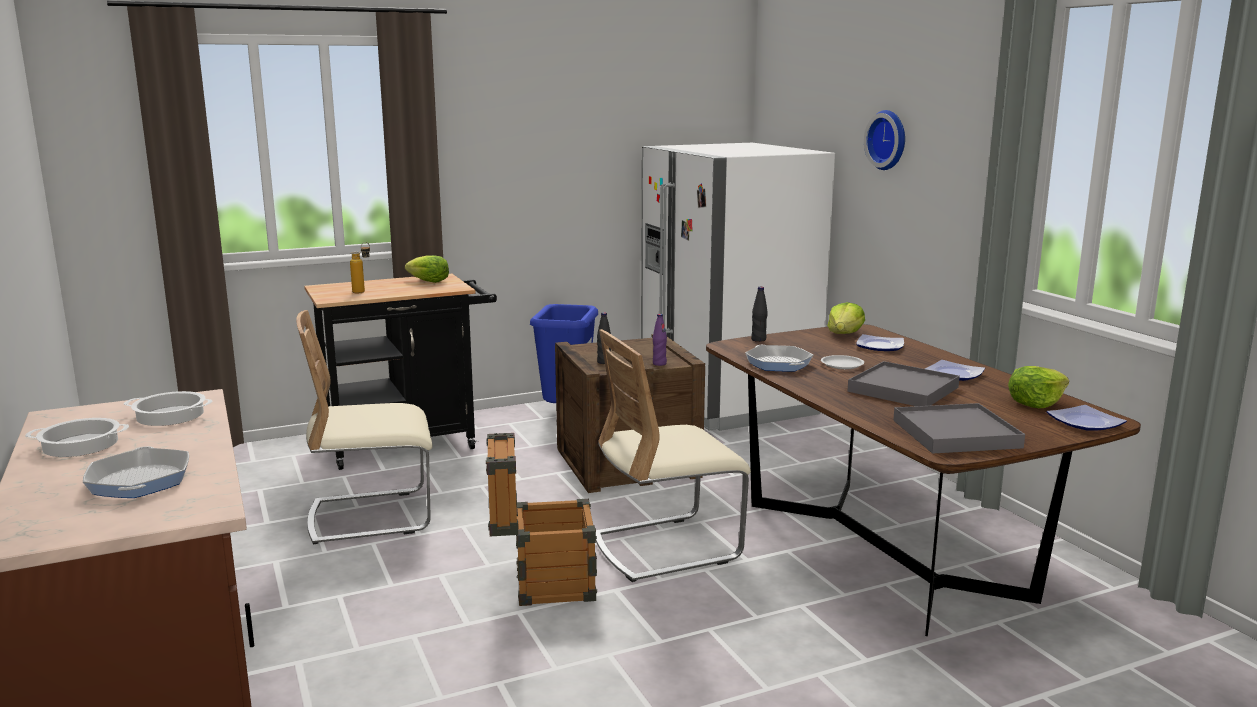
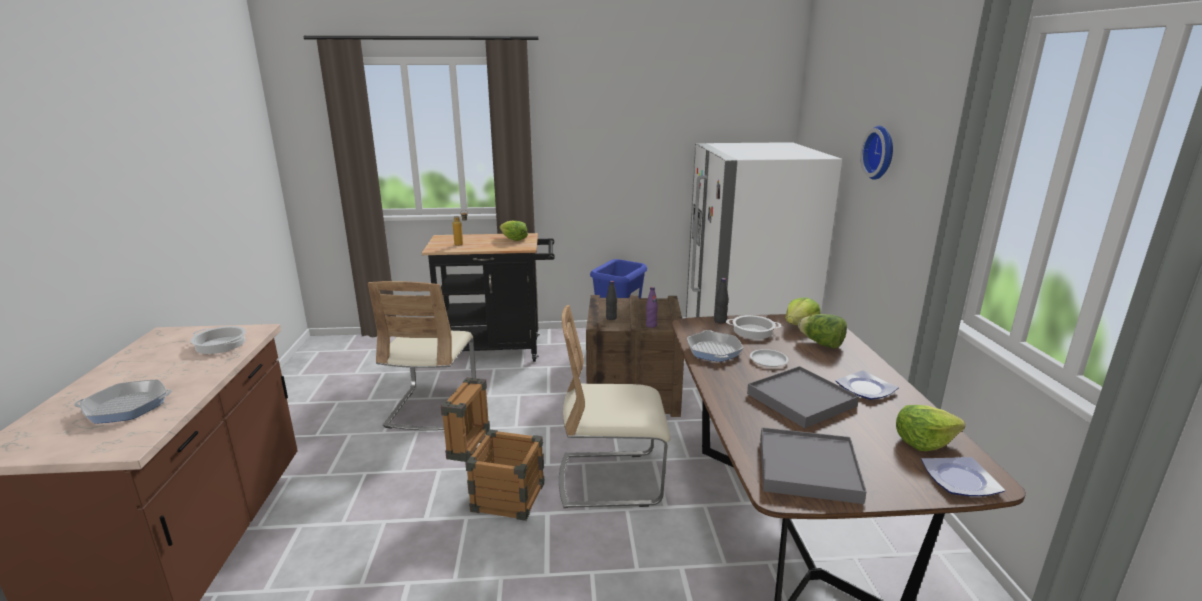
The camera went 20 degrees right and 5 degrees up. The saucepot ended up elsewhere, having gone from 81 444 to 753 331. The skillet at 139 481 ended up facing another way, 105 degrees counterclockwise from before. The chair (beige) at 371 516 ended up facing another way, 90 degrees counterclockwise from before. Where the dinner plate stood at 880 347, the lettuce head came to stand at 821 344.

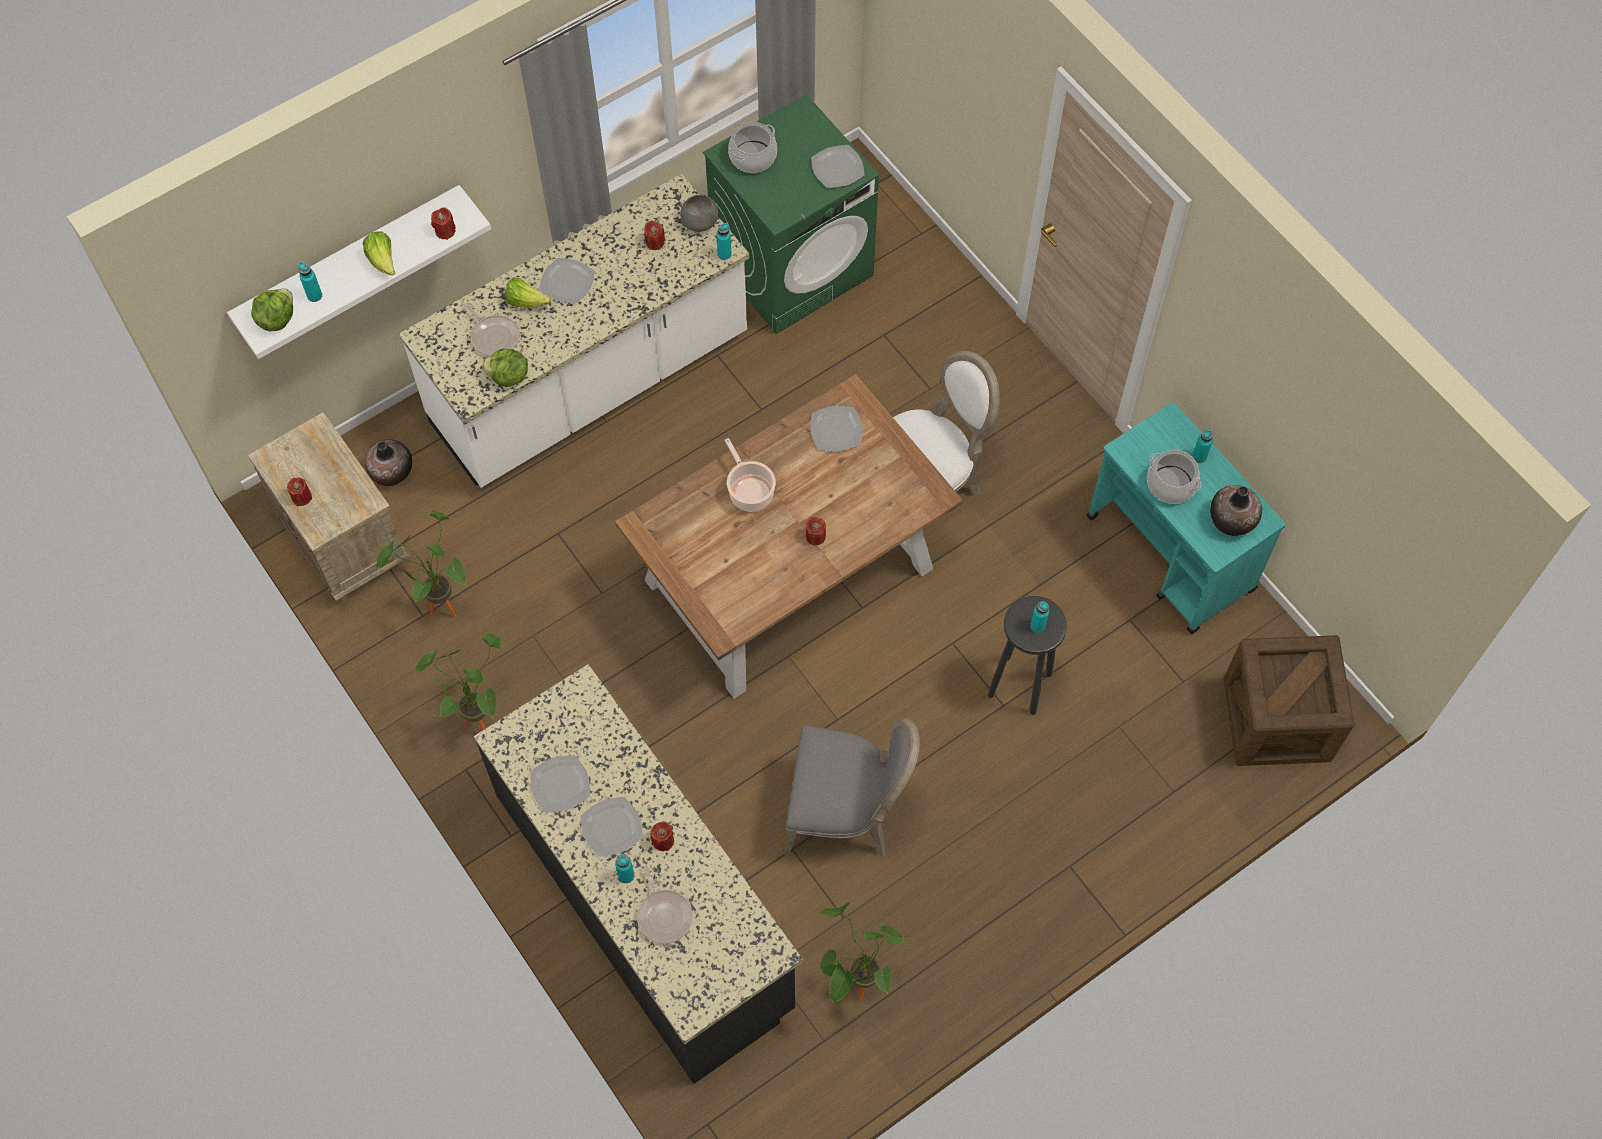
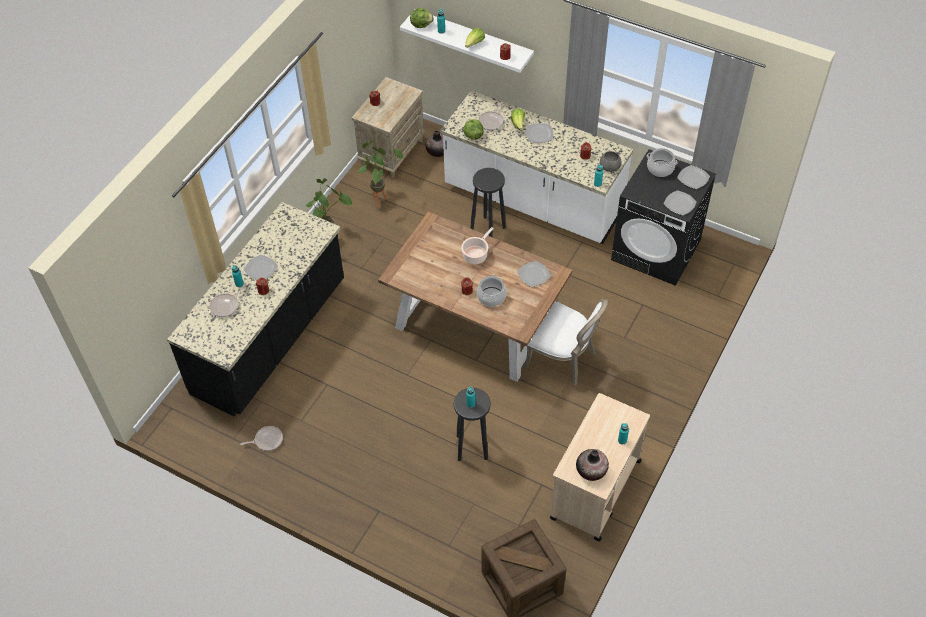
The camera went 65 degrees right and 10 degrees down. The dinner plate ended up elsewhere, having gone from 561 785 to 693 178. What was the washing machine (greenish) at 793 266 turned into the washing machine (black-coloured) at 656 250. The second view lost the chair (greyish) at 846 812. Where the potted plant stood at 855 986, the skillet came to stand at 267 440. What was the cart (turquoise-coloured) at 1171 554 turned into the cart (beige) at 595 490. The saucepot ended up elsewhere, having gone from 1171 484 to 491 297. The second view gained the stool seat (black-coloured) at 488 229.

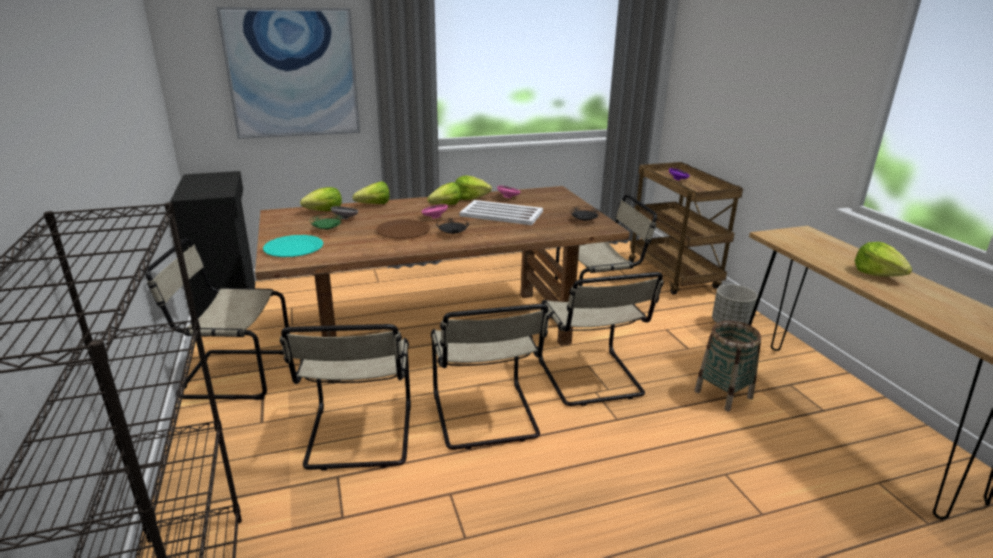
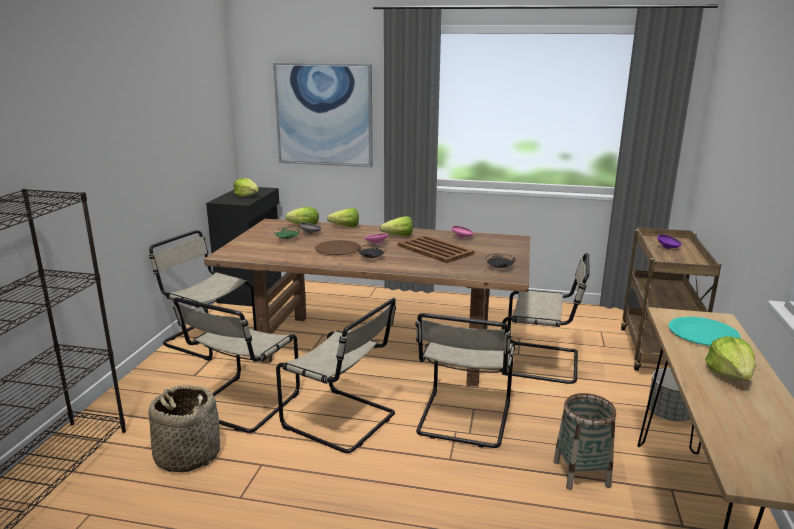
The camera went 30 degrees right and 5 degrees down. The dinner plate (turquoise-coloured) ended up elsewhere, having gone from 294 248 to 703 333. The chair (beige) at 486 417 ended up facing another way, 75 degrees counterclockwise from before. The lettuce head ended up elsewhere, having gone from 470 198 to 246 196. What was the carrying tray (white-coloured) at 502 214 turned into the carrying tray (brown) at 435 250. The second view gained the basket at 187 455.

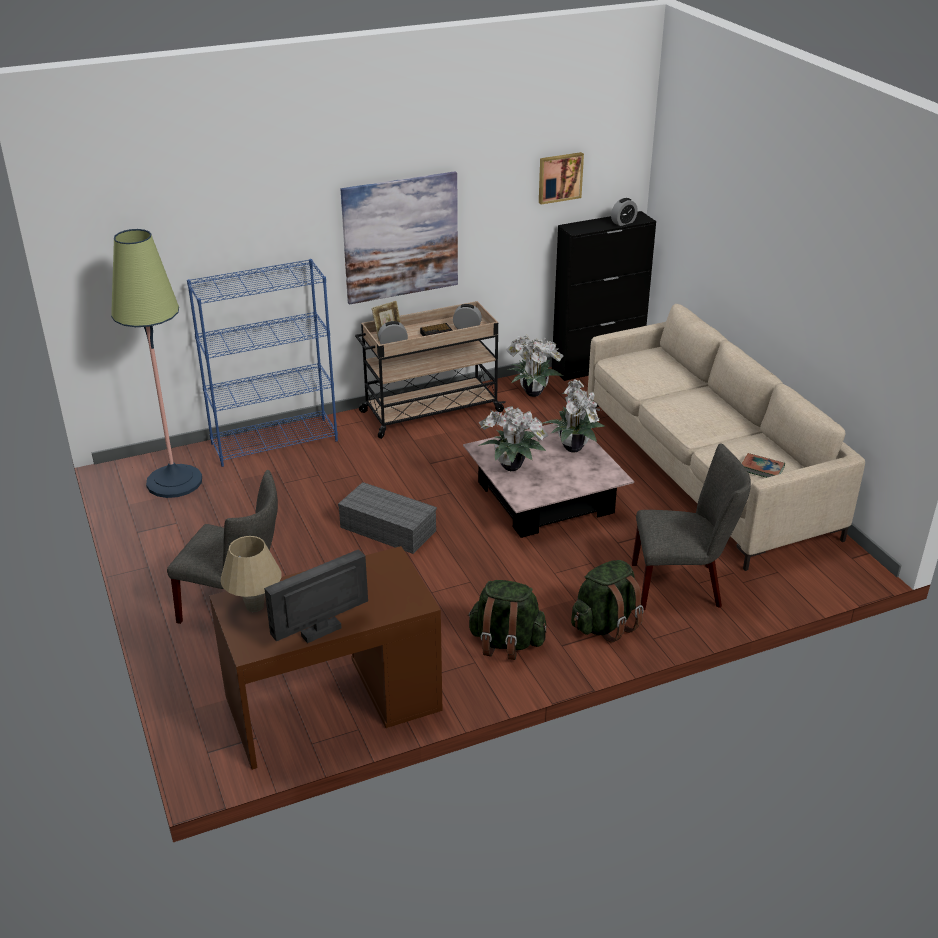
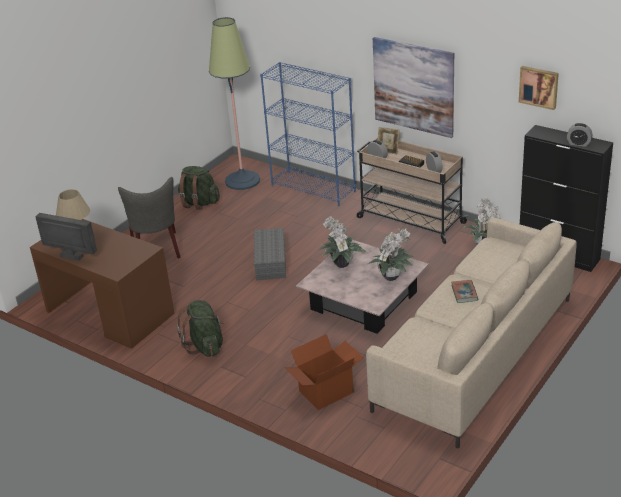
The camera went 60 degrees right and 0 degrees up. The backpack (greenish) ended up elsewhere, having gone from 605 624 to 199 203. Where the chair (greyish) stood at 682 585, the cardboard box came to stand at 325 391. The book ended up elsewhere, having gone from 762 469 to 464 293.

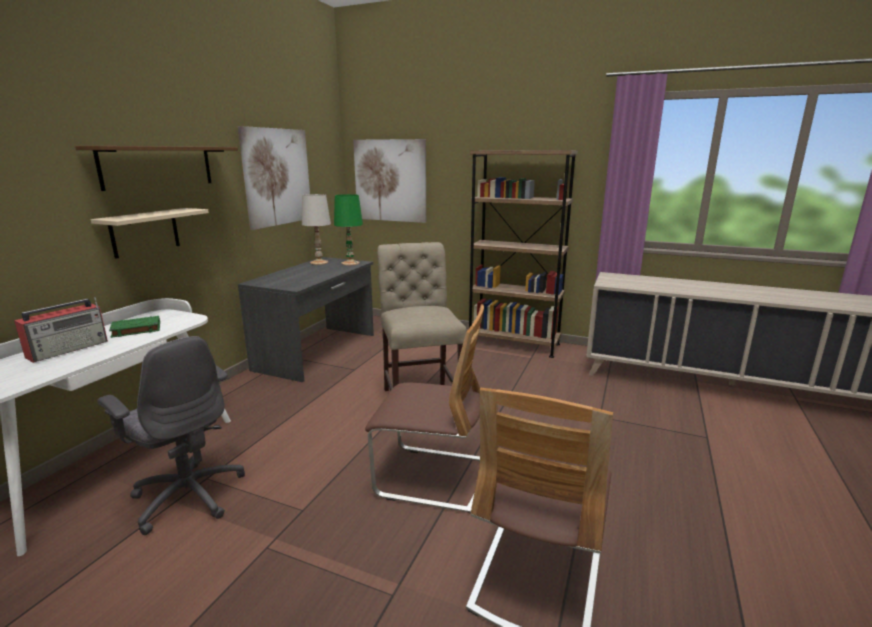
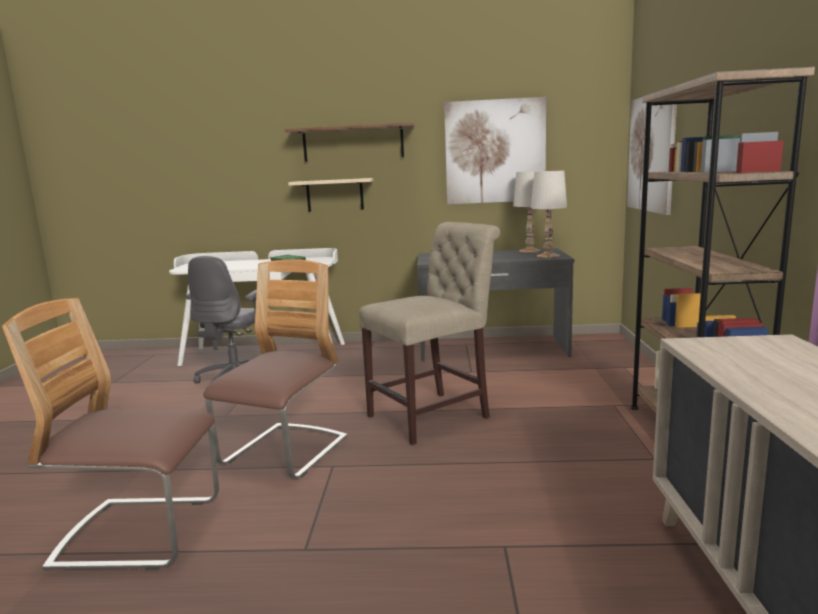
The camera went 70 degrees right and 5 degrees down. The second view lost the radio at 69 349. What was the lamp for a table (greenish) at 350 263 turned into the lamp for a table (white-coloured) at 548 256. The chair at 431 478 ended up facing another way, 150 degrees counterclockwise from before.

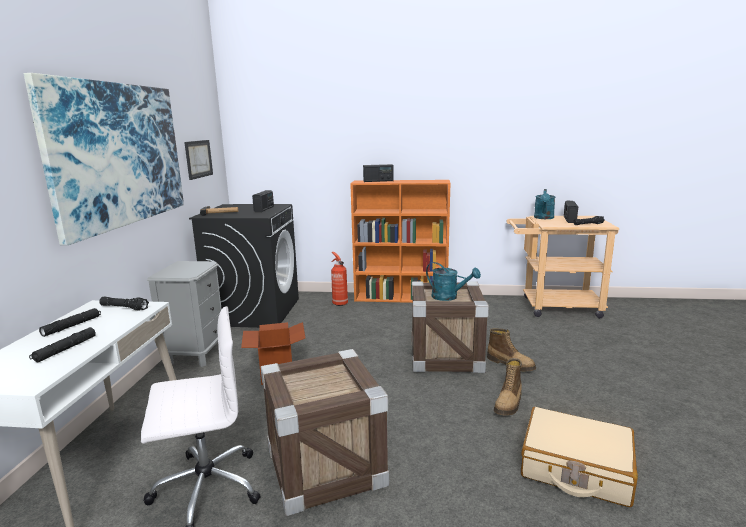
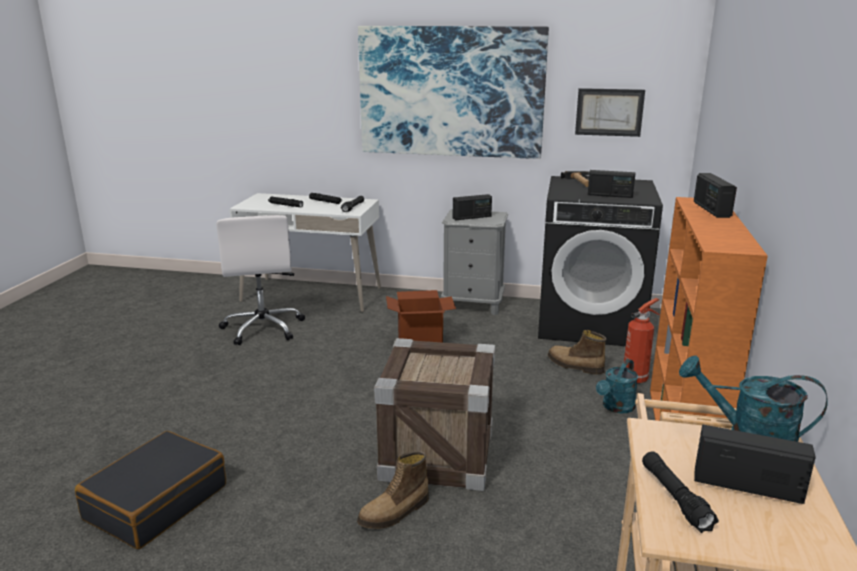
The camera went 95 degrees right and 5 degrees up. The second view lost the packing crate at 325 466. The sprinkling can (turquoise-coloured) ended up elsewhere, having gone from 449 297 to 616 407. The tall boot ended up elsewhere, having gone from 509 404 to 574 366. What was the suitcase (beige) at 575 468 turned into the suitcase (black-coloured) at 156 502. The second view gained the radio at 472 217.

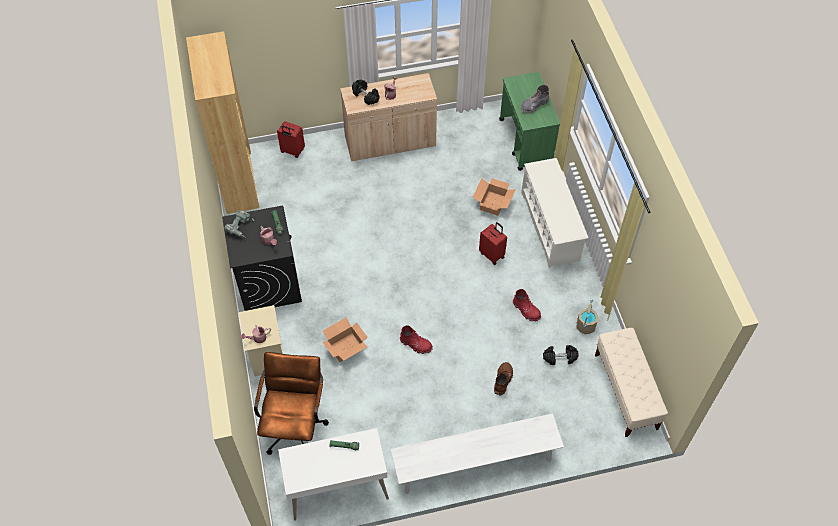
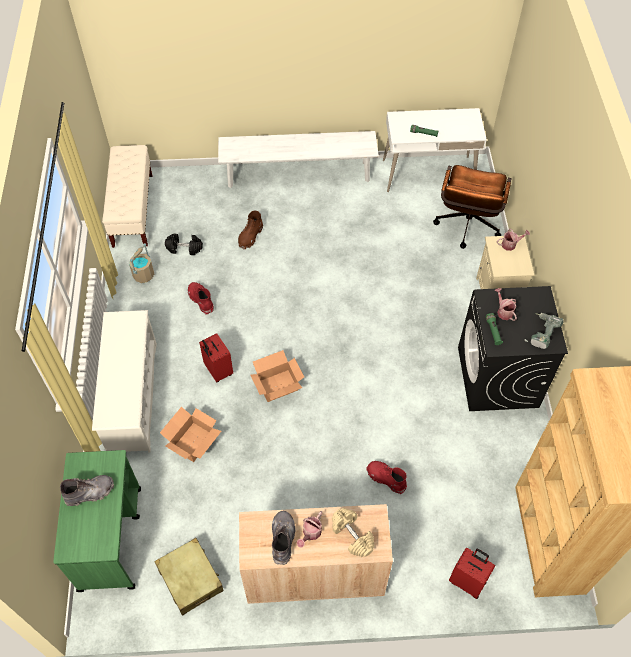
The camera went 170 degrees left and 0 degrees up. The cardboard box ended up elsewhere, having gone from 345 347 to 278 386. What was the dumbbell (black-coloured) at 366 96 turned into the dumbbell (beige) at 352 535. The tall boot (reddish) ended up elsewhere, having gone from 416 344 to 386 478. The second view gained the suitcase (beige) at 190 579. The second view gained the tall boot (greyish) at 282 539.

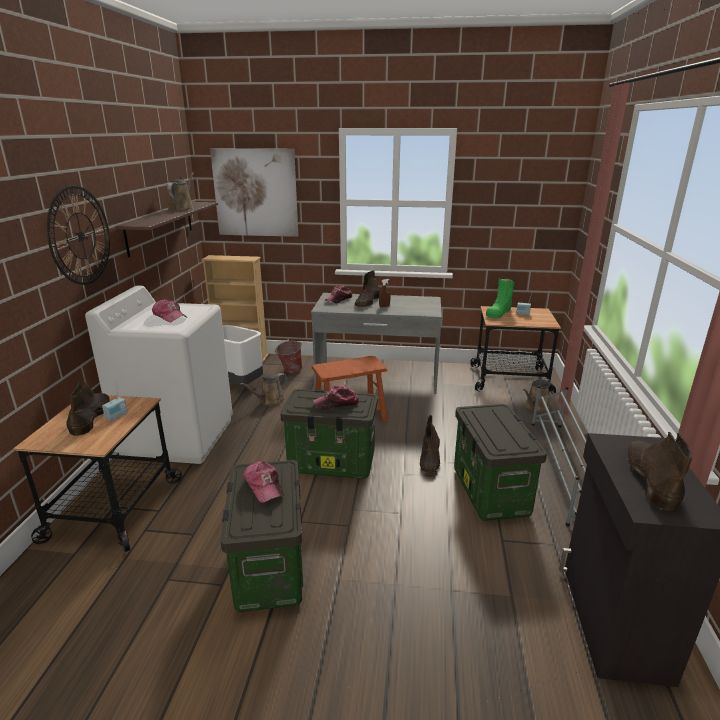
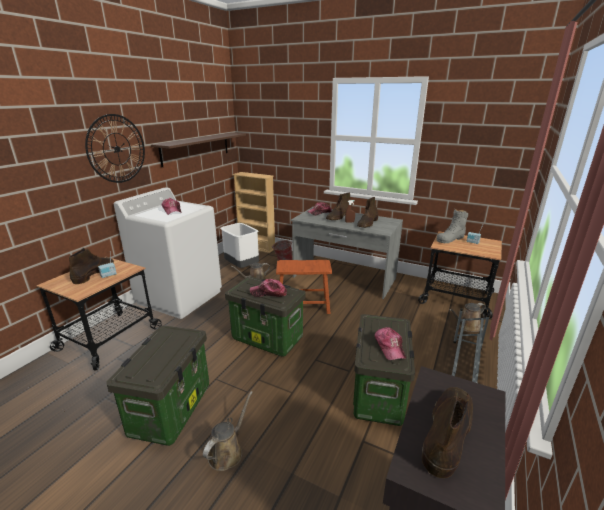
The camera went 20 degrees right and 0 degrees up. The sprinkling can (brown) ended up elsewhere, having gone from 182 208 to 227 452. The second view lost the wall picture at 255 193. The baseball cap ended up elsewhere, having gone from 264 486 to 389 347. The tall boot (brown) ended up elsewhere, having gone from 430 458 to 367 223. What was the tall boot (greenish) at 499 312 turned into the tall boot (greyish) at 450 238.

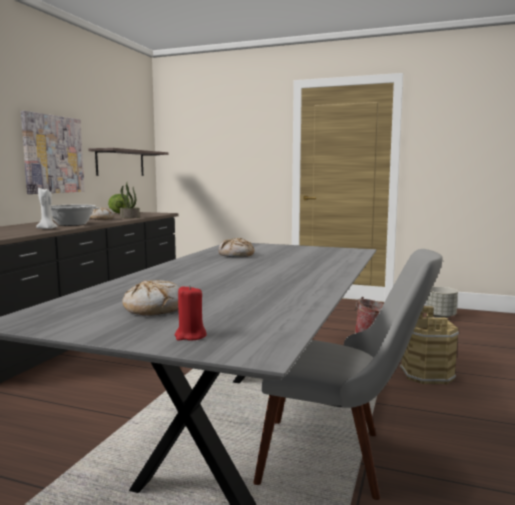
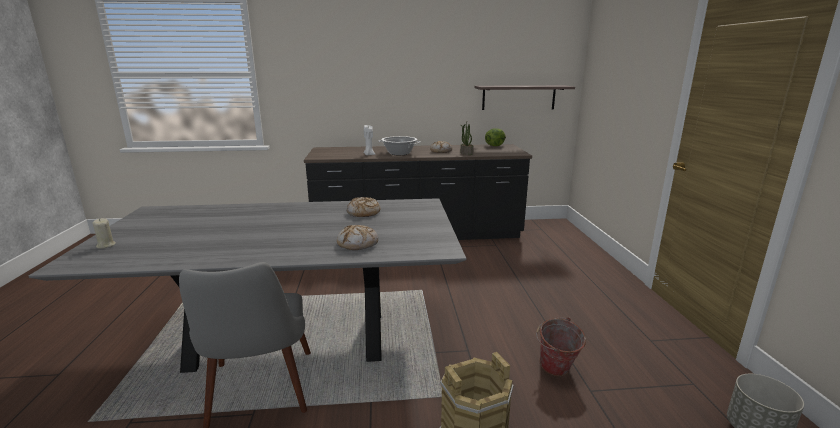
The camera went 65 degrees right and 10 degrees up. The second view lost the wall picture at 53 154. The bakery bread ended up elsewhere, having gone from 154 308 to 358 244. What was the wax light (reddish) at 190 336 turned into the wax light (beige) at 106 245.

